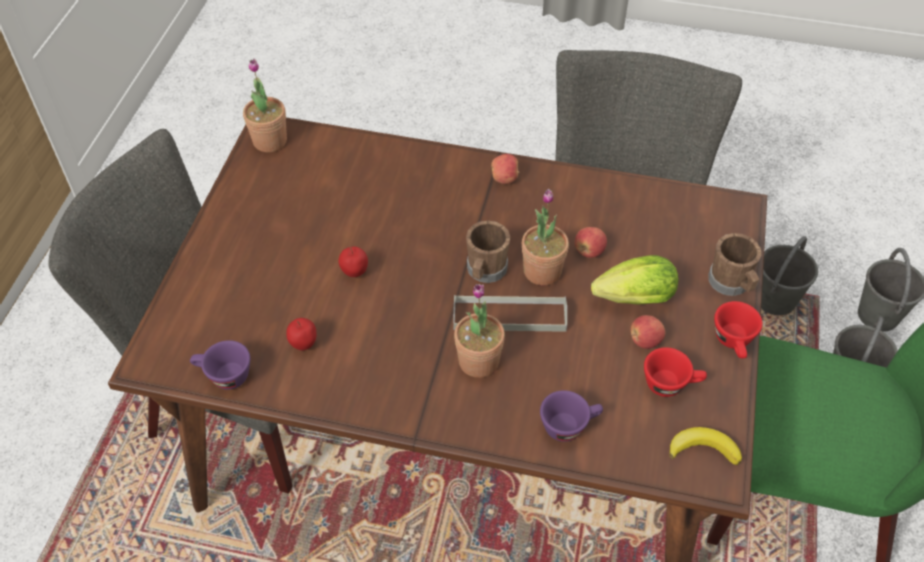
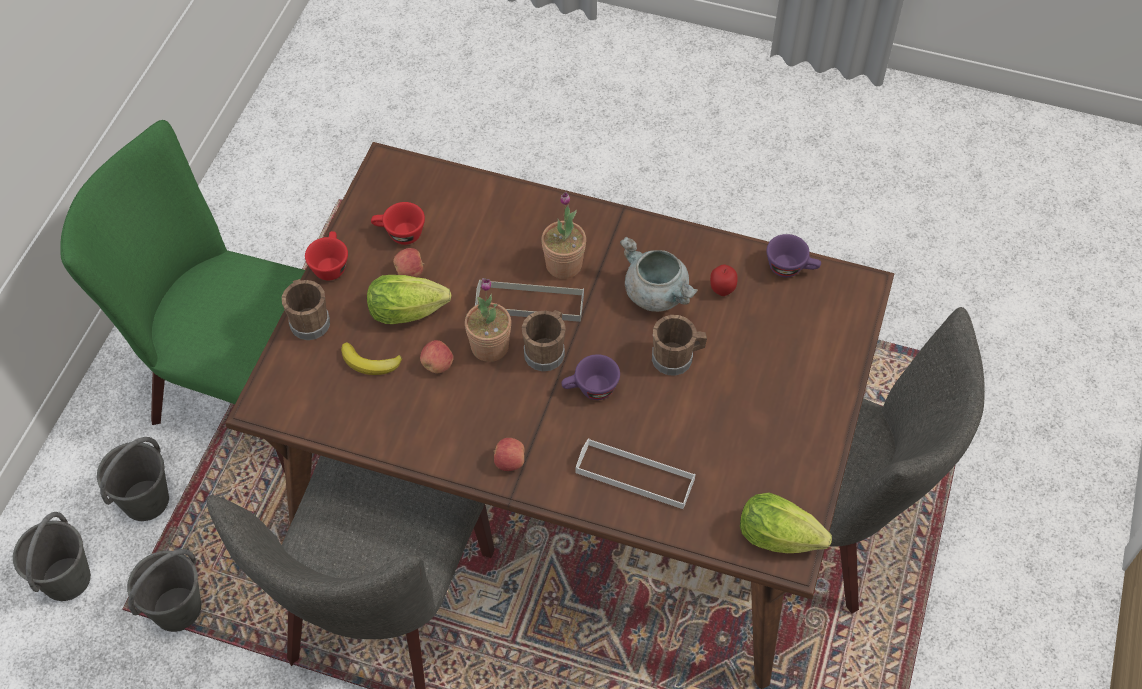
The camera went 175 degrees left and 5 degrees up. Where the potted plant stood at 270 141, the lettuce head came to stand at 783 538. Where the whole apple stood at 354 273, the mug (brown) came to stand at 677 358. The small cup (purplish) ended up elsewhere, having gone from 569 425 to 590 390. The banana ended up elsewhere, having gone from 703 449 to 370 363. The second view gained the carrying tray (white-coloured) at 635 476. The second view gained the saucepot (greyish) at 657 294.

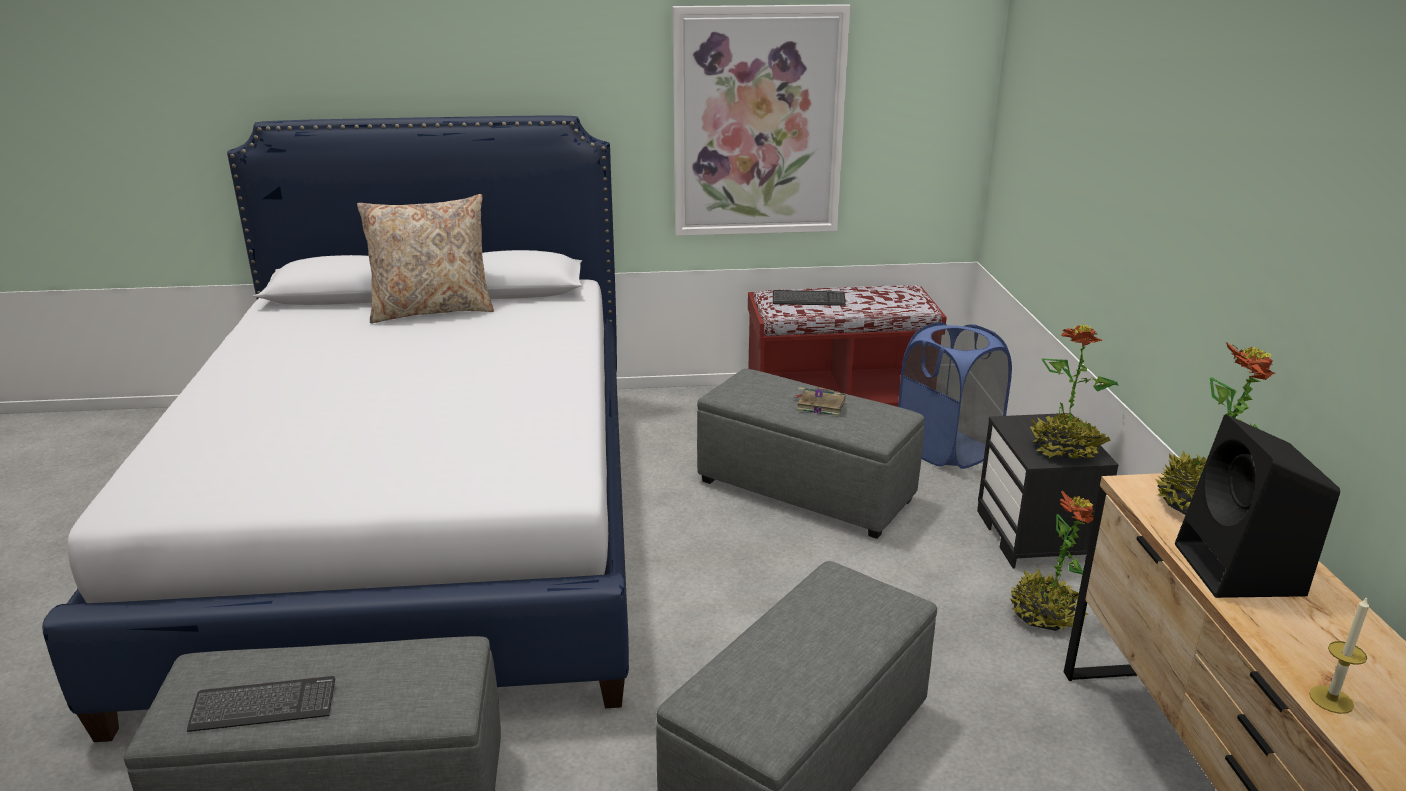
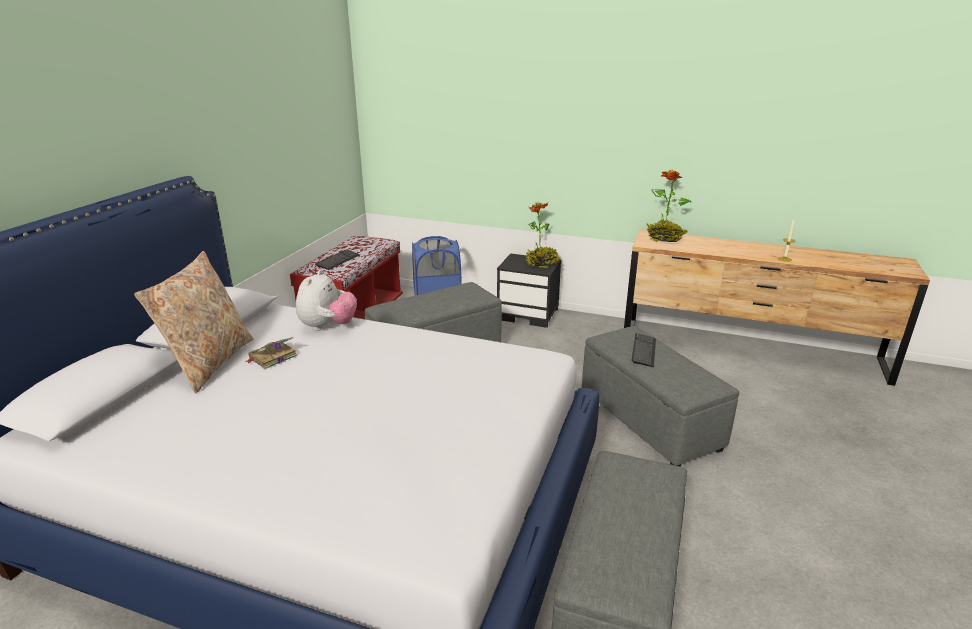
The camera went 65 degrees left and 0 degrees up. The computer keyboard ended up elsewhere, having gone from 264 706 to 643 351. The second view lost the wall picture at 758 123. The book ended up elsewhere, having gone from 819 405 to 272 357. The second view lost the potted plant at 1045 615. The second view lost the loudspeaker (black-coloured) at 1241 571. The second view gained the cuddly toy at 328 327.

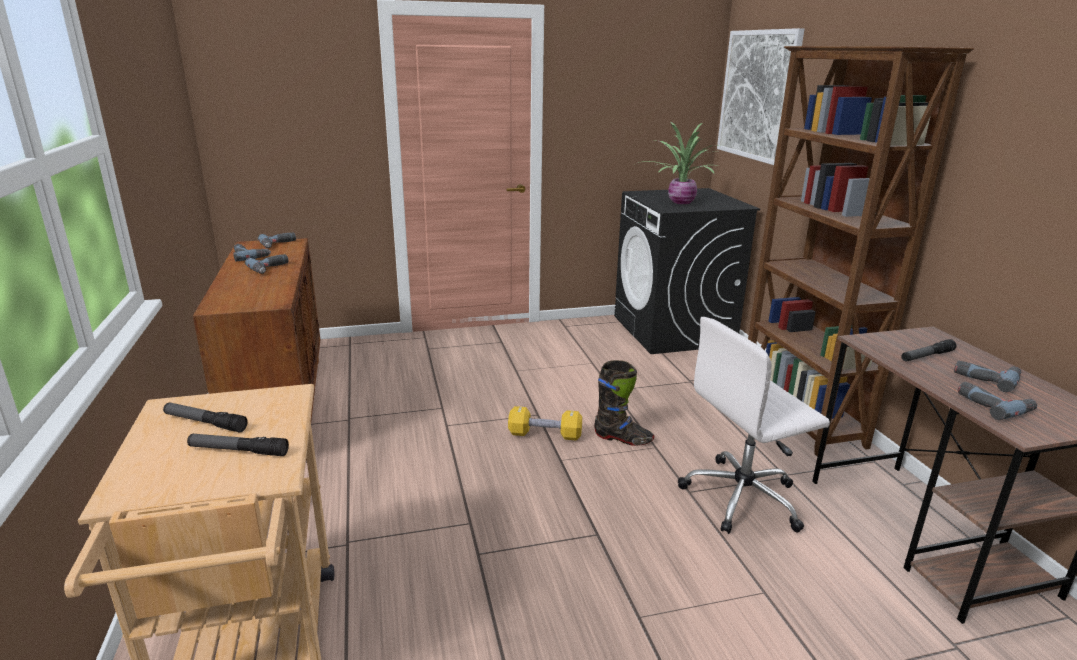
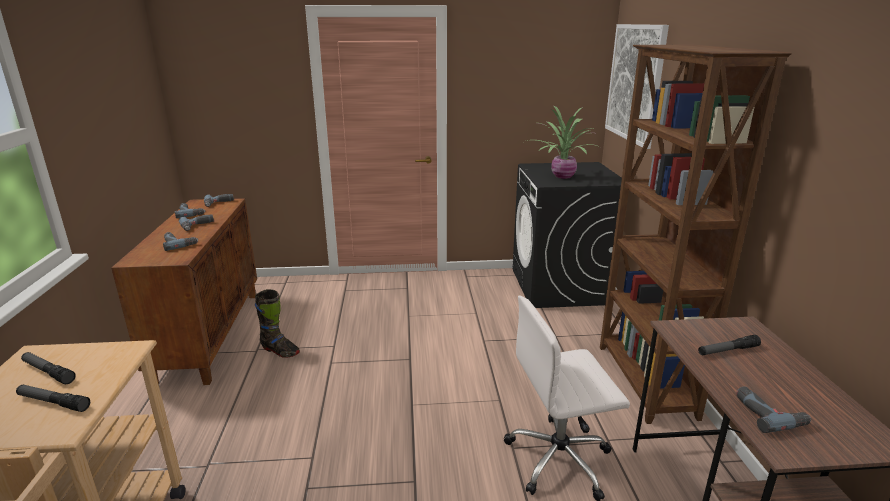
The camera went 10 degrees right and 0 degrees up. The second view lost the dumbbell (yellowish) at 545 434. The tall boot (black-coloured) ended up elsewhere, having gone from 623 439 to 280 351. The drill ended up elsewhere, having gone from 986 378 to 179 243.

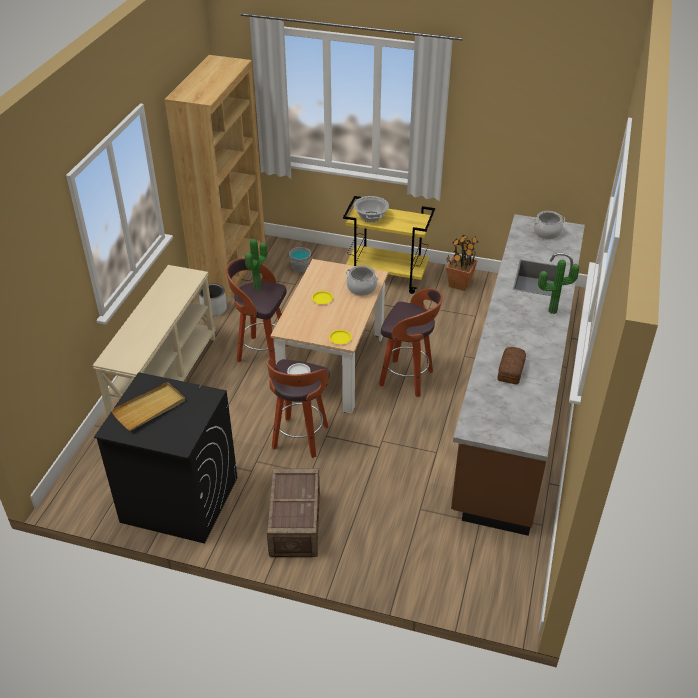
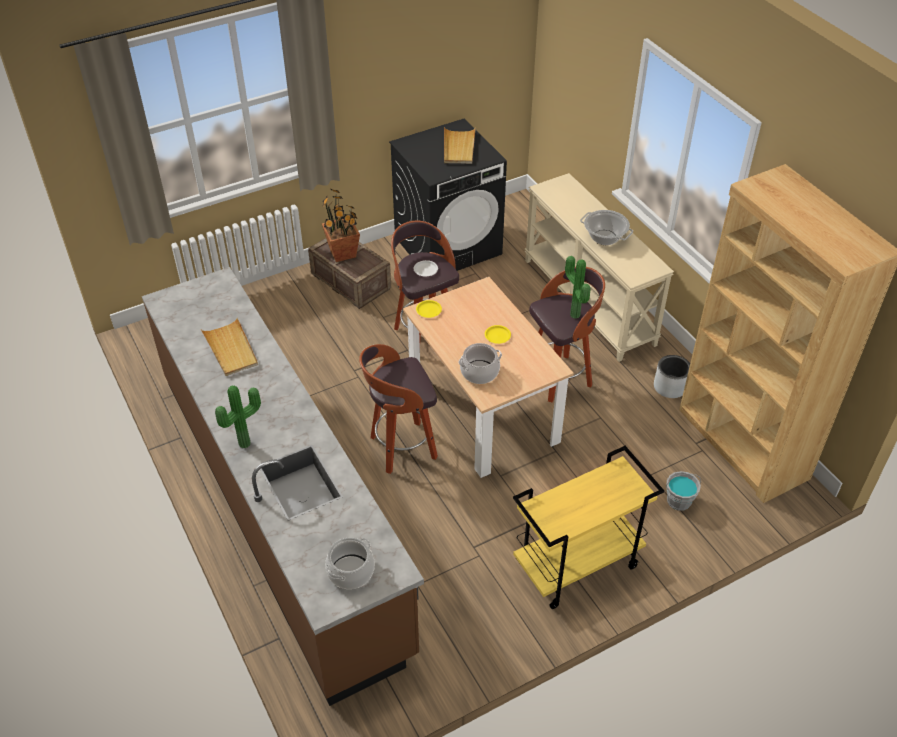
The camera went 135 degrees right and 5 degrees up. The saucepot ended up elsewhere, having gone from 370 217 to 605 237. The potted plant ended up elsewhere, having gone from 459 284 to 343 253. Where the bakery bread stood at 511 370, the carrying tray (beige) came to stand at 231 349.

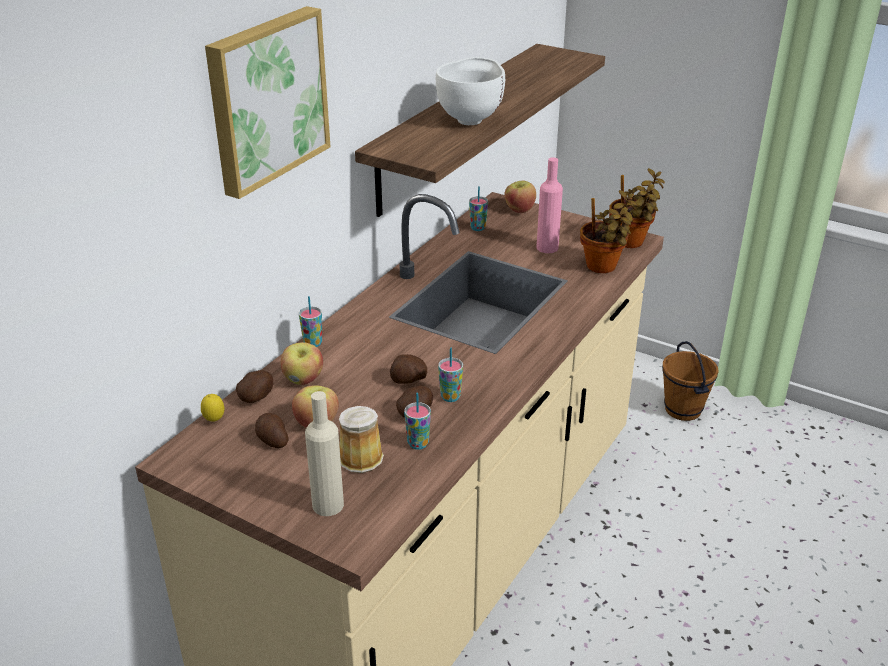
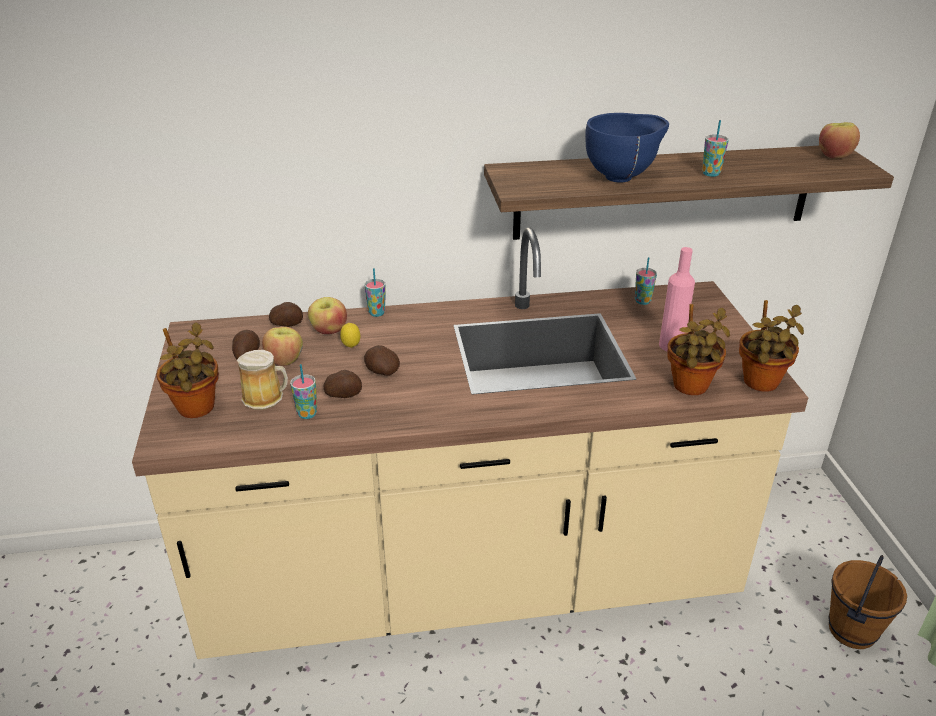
The camera went 50 degrees right and 0 degrees up. The whole lemon ended up elsewhere, having gone from 214 421 to 351 347. The second view lost the wall picture at 266 99. Where the drink bottle (beige) stood at 328 505, the potted plant came to stand at 197 410. What was the serving bowl (white-coloured) at 471 119 turned into the serving bowl (blue-coloured) at 622 177. The small cup ended up elsewhere, having gone from 450 397 to 711 174. The whole apple ended up elsewhere, having gone from 519 209 to 834 156.

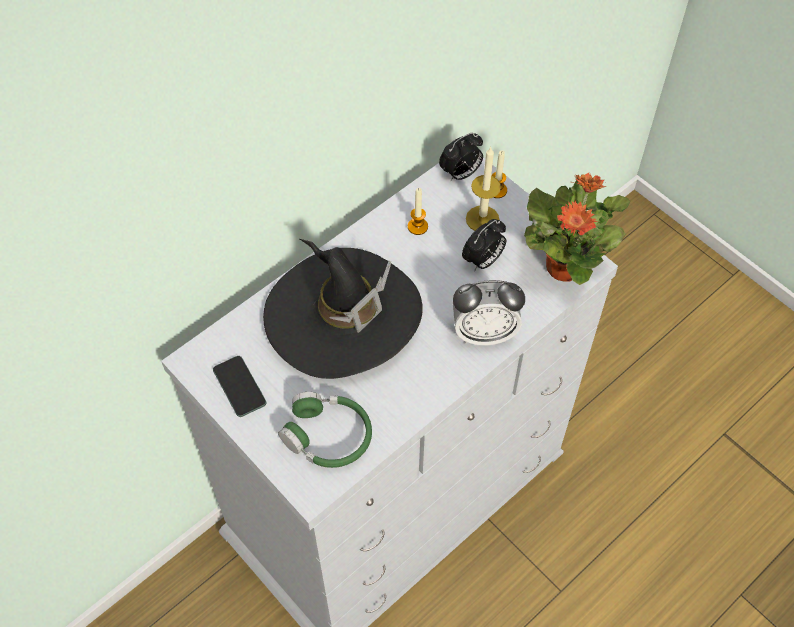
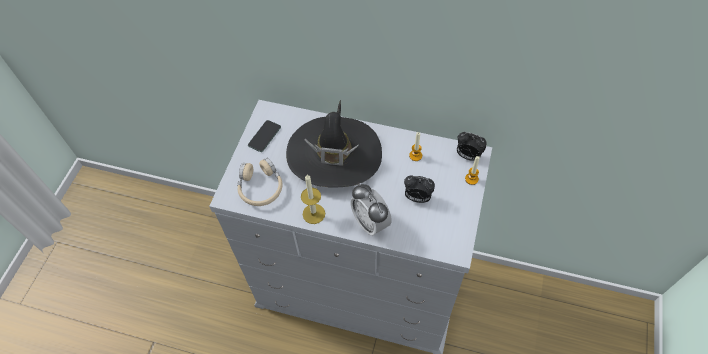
The camera went 60 degrees right and 0 degrees up. What was the headset (greenish) at 328 436 turned into the headset (beige) at 260 187. The wax light ended up elsewhere, having gone from 482 219 to 313 214. The second view lost the potted plant at 564 266.

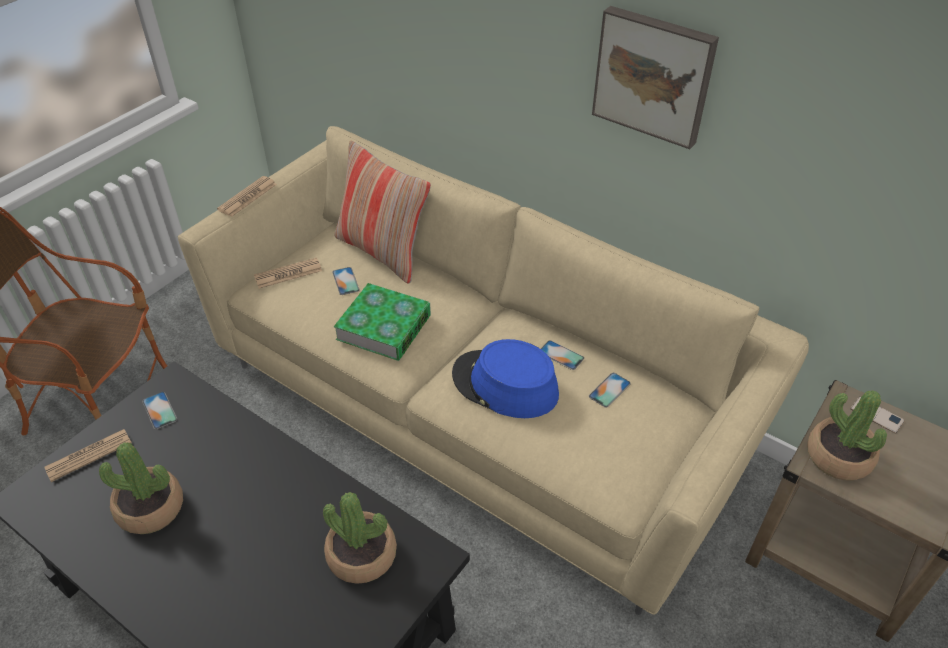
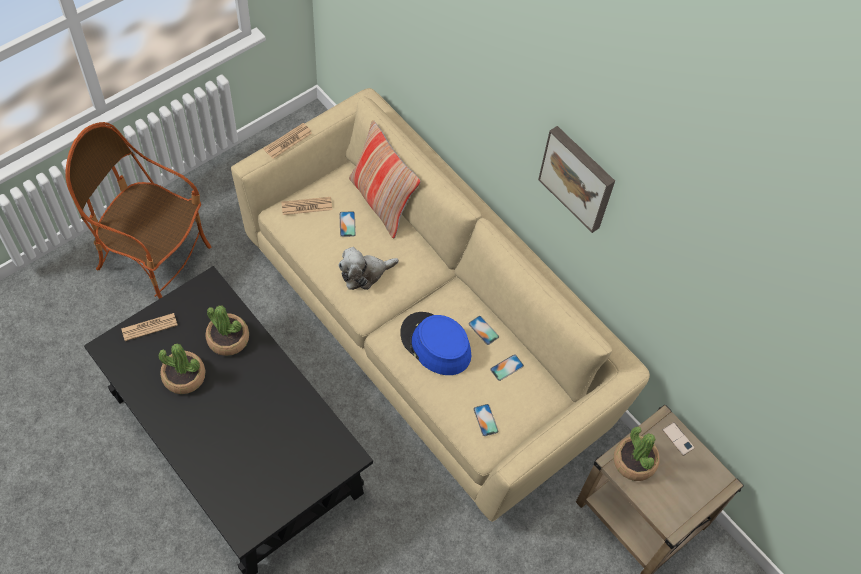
The camera went 10 degrees right and 15 degrees up. The telephone ended up elsewhere, having gone from 159 410 to 485 420. The potted plant ended up elsewhere, having gone from 362 555 to 228 338. Where the book stood at 384 327, the cuddly toy came to stand at 365 273.

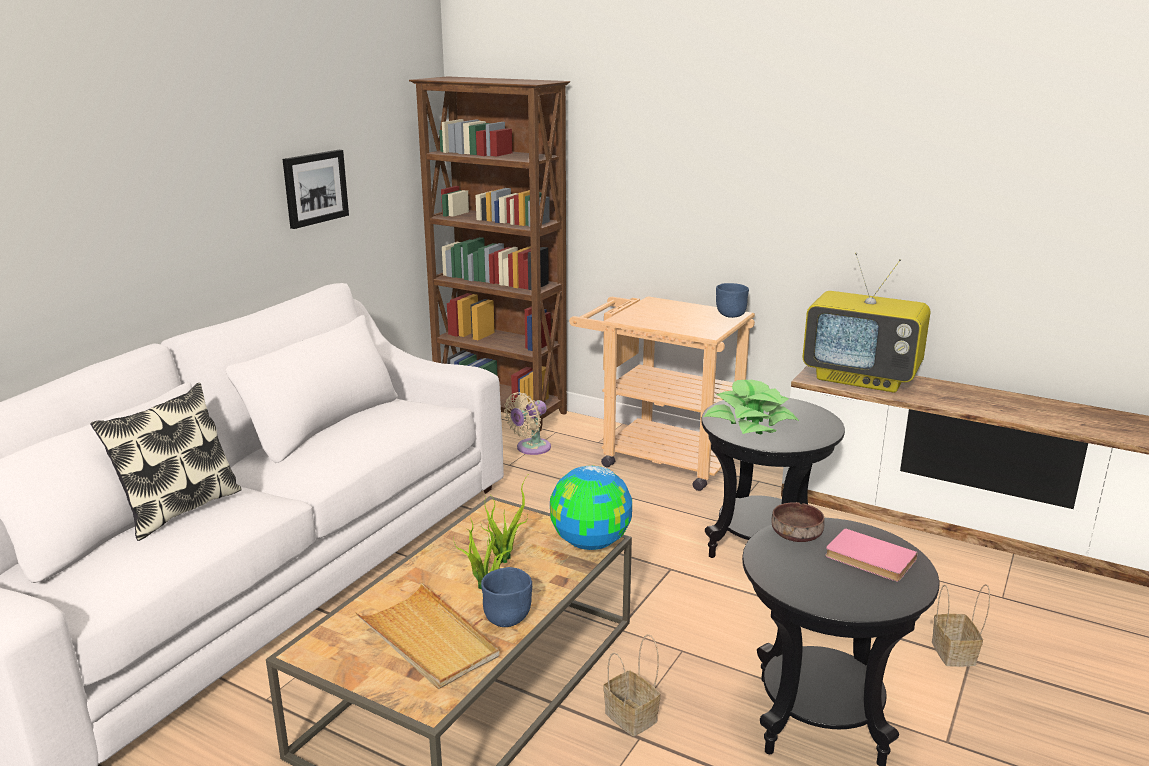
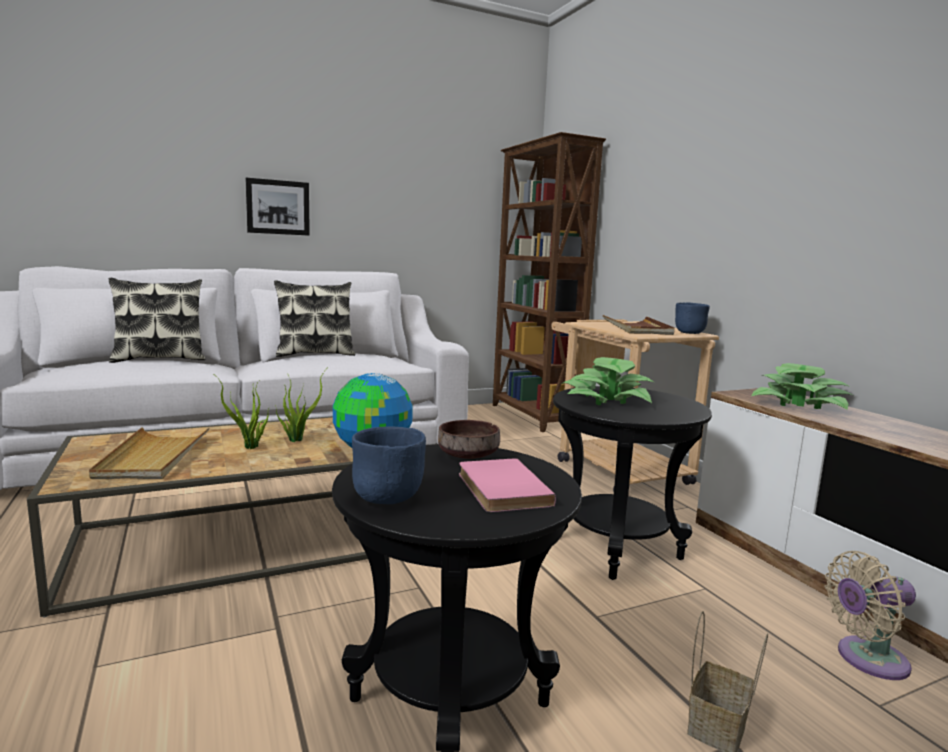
The camera went 35 degrees right and 10 degrees down. The wall picture ended up elsewhere, having gone from 315 188 to 278 207. The serving bowl (blue-coloured) ended up elsewhere, having gone from 508 619 to 389 499. The electric fan (beige) ended up elsewhere, having gone from 530 448 to 866 659. The second view lost the basket at 632 717. Where the TV stood at 862 378, the potted plant came to stand at 801 403. The second view gained the pillow at 315 354. The second view gained the carrying tray (brown) at 637 328.

